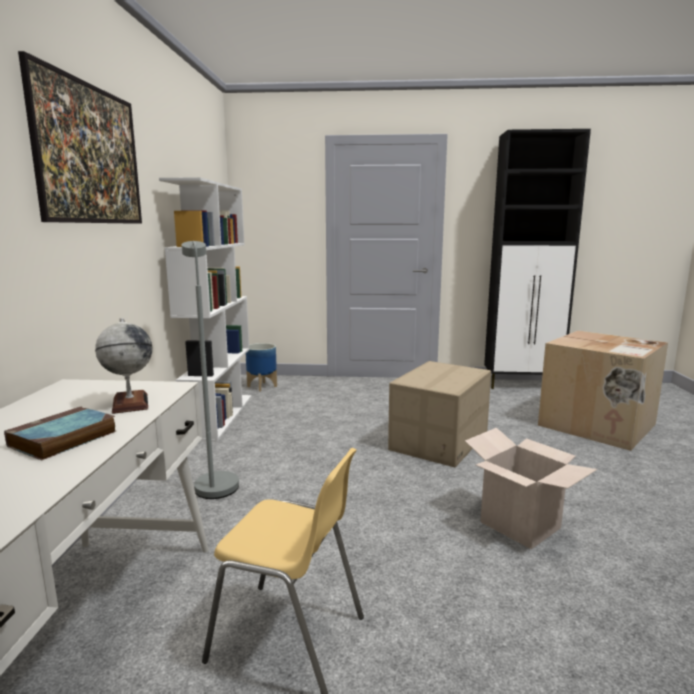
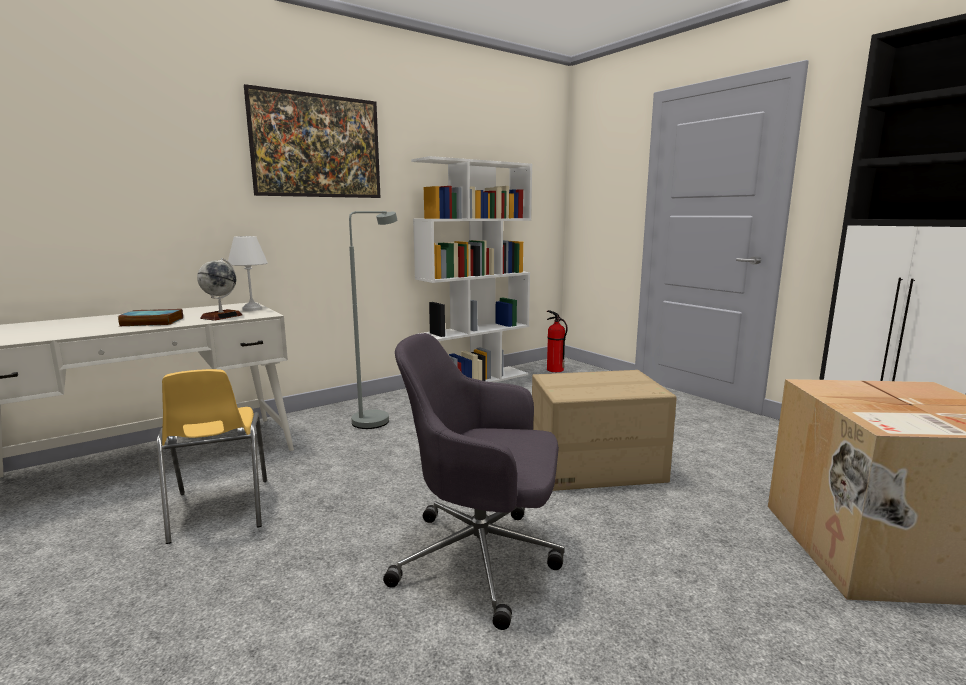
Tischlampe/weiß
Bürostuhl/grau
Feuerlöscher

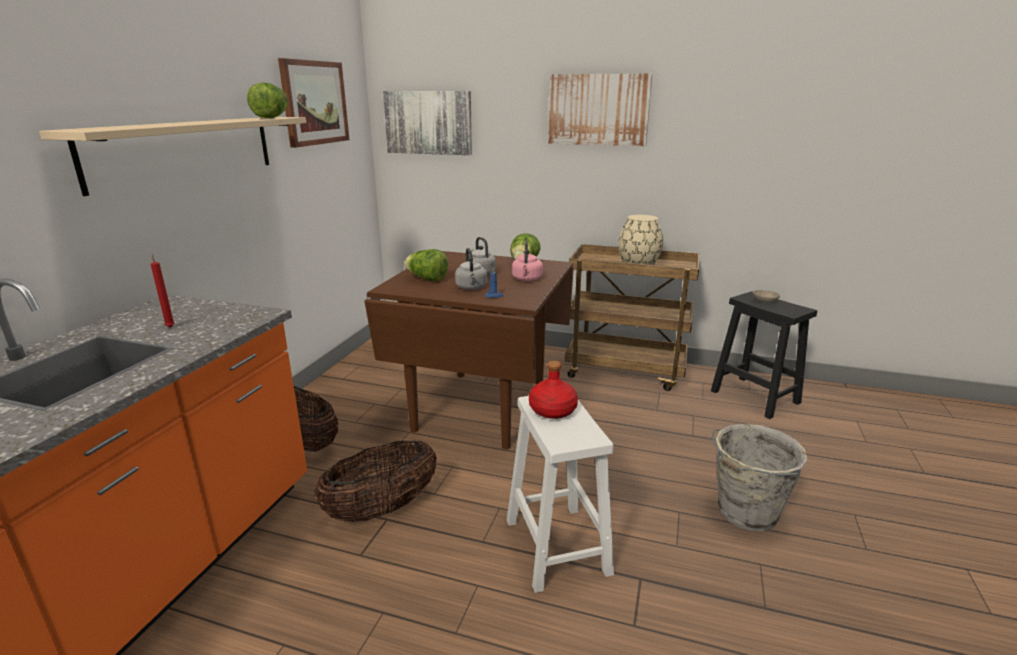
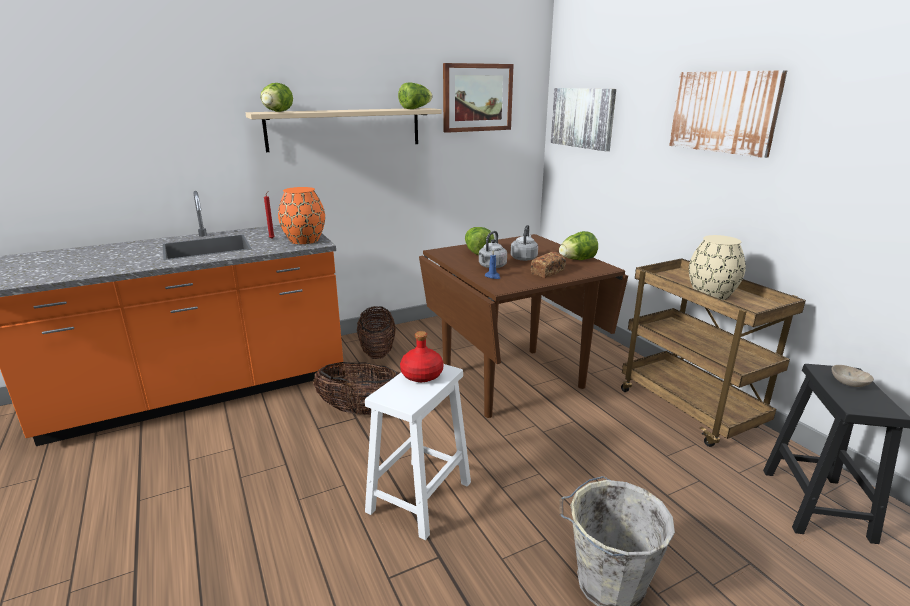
Salatkopf (1st from left)
Vase/orange
Brot

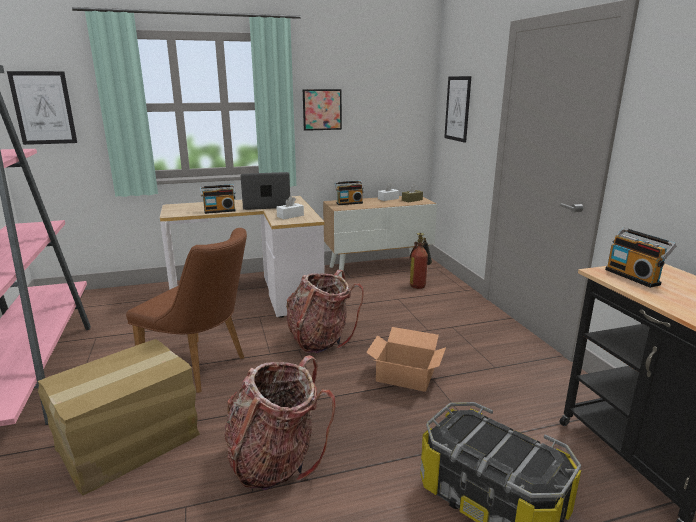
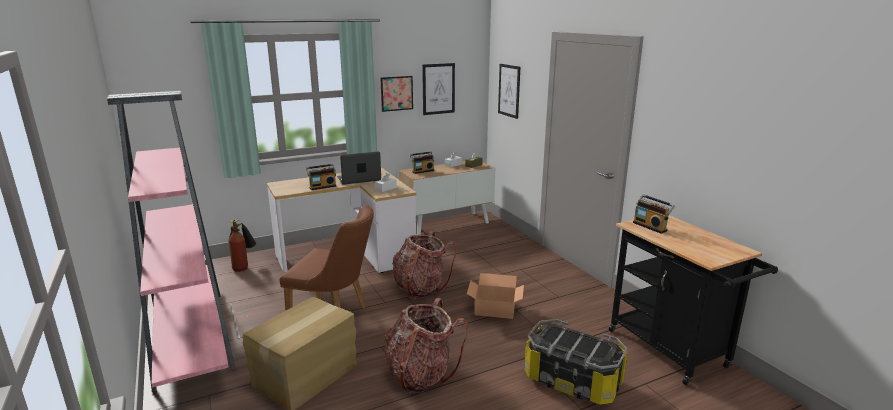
Feuerlöscher
Bild (2nd from left)

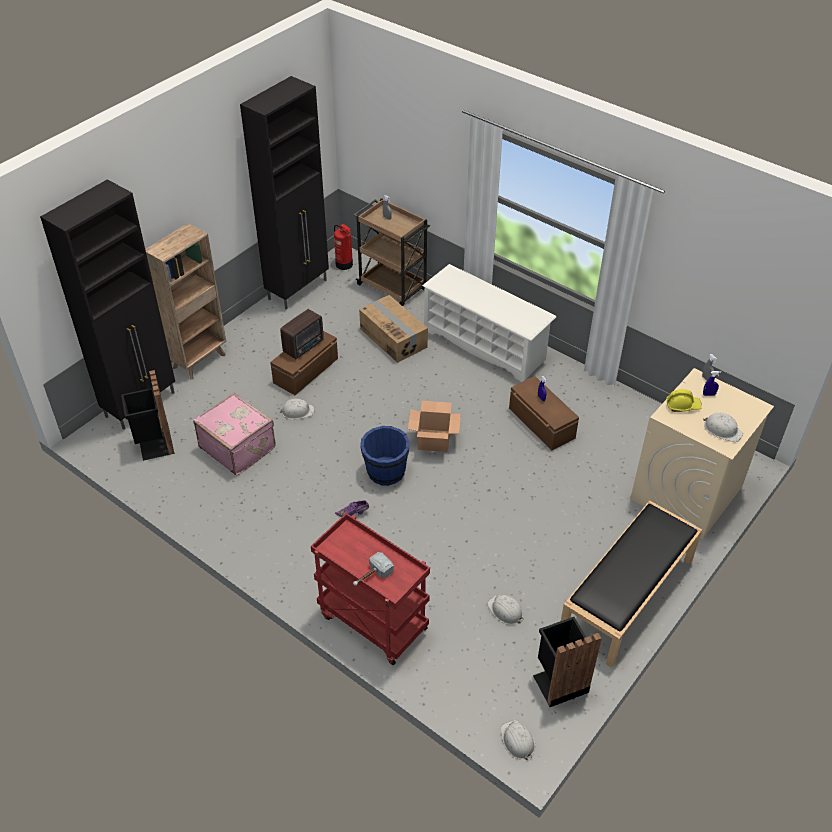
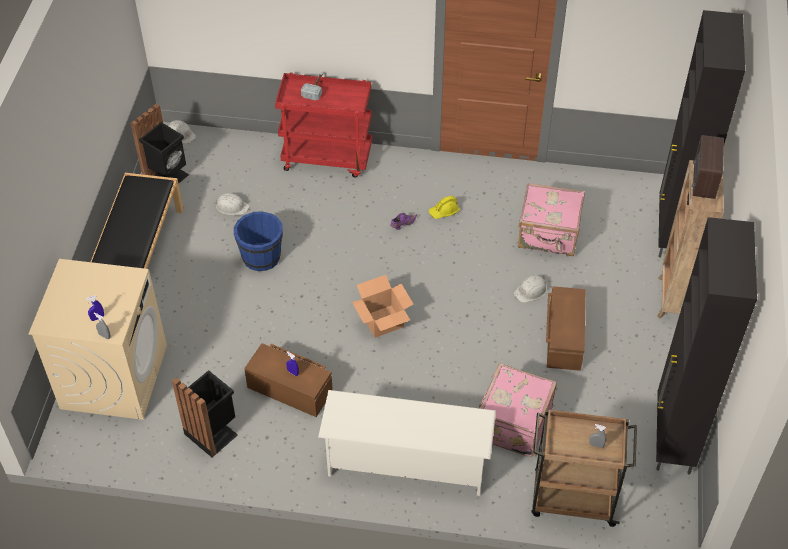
Mülleimer/schwarz (2nd from left)
Eimer/blau
Schutzhelm/gelb
Koffer/rosa (1st from left)
Radio
Feuerlöscher
Schutzhelm/weiß (4th from left in the first image)

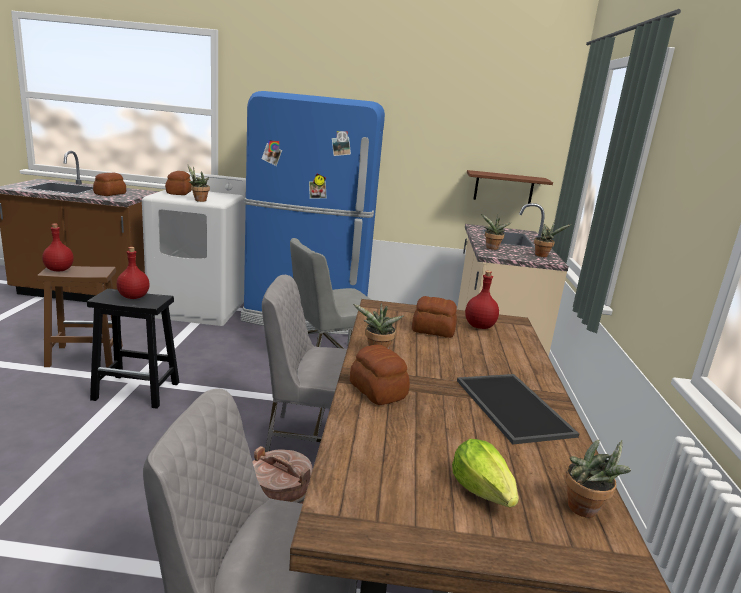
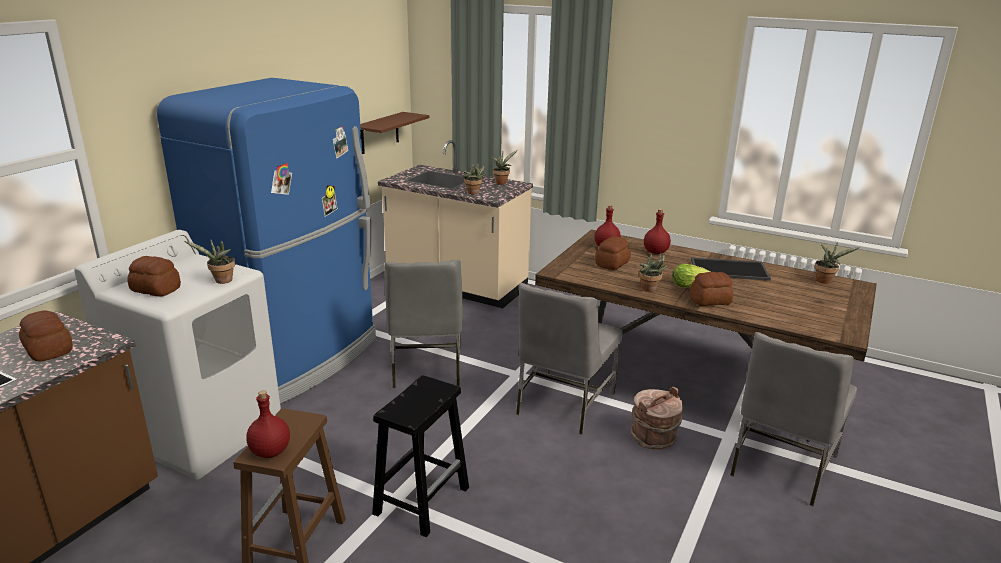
Flasche/rot (3rd from left)
Salatkopf

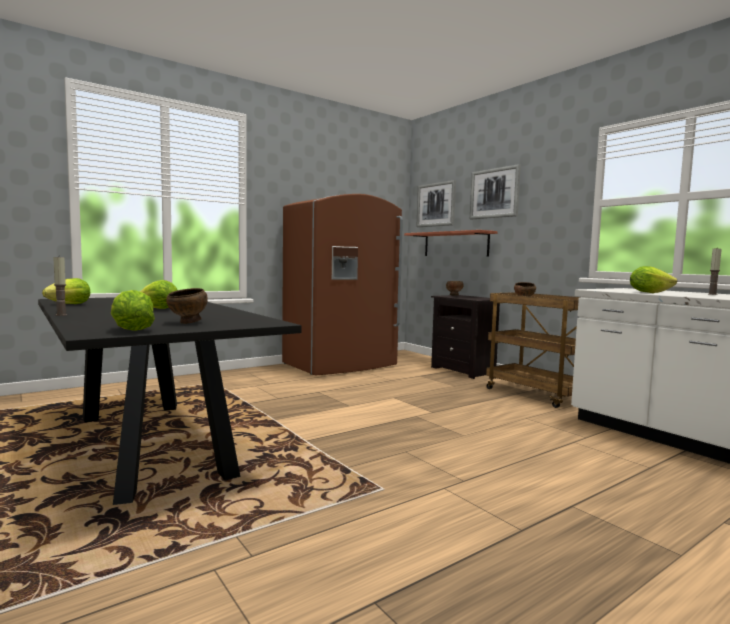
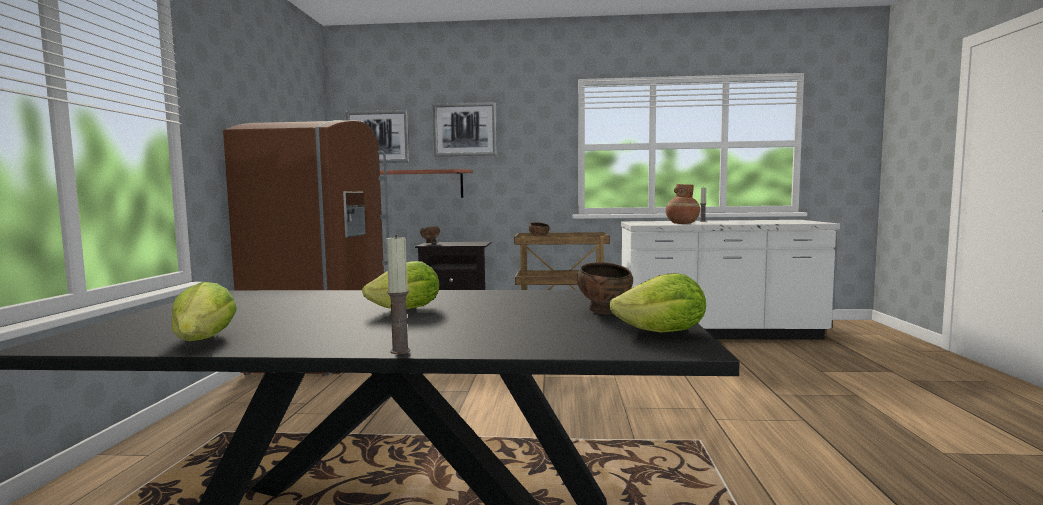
Vase/braun

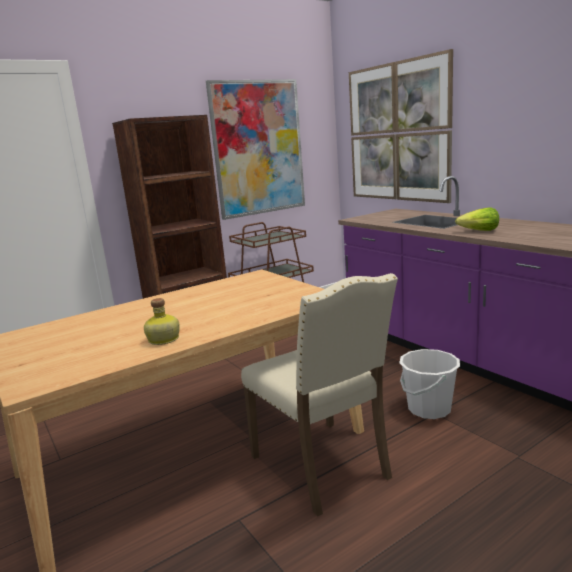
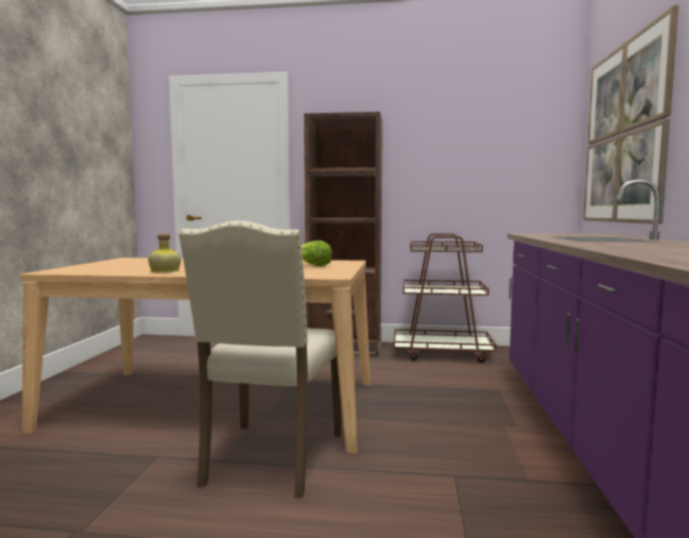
Salatkopf
Bild (1st from left in the first image)
Eimer/weiß

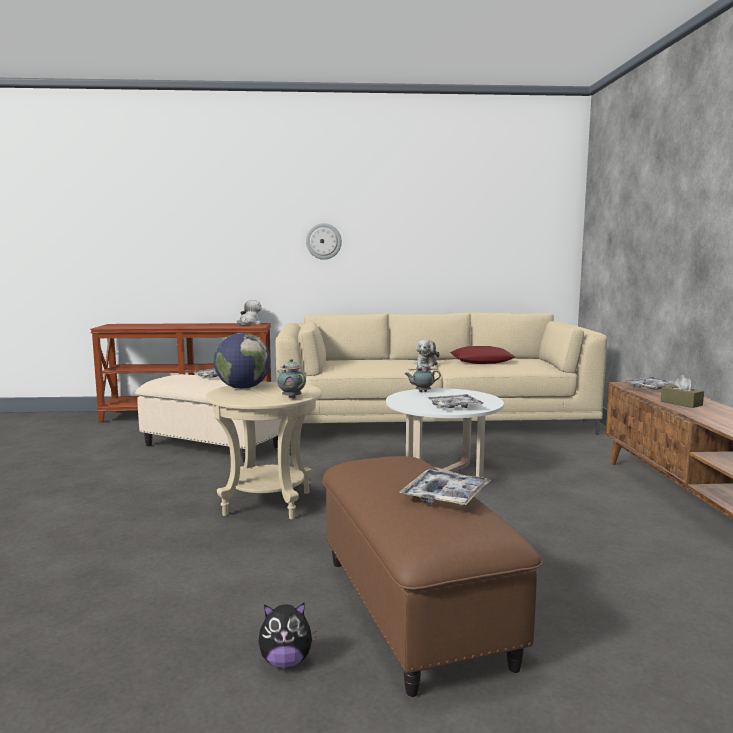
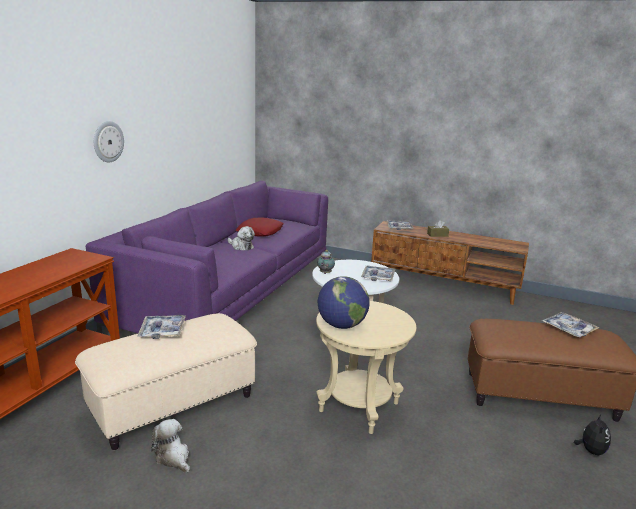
Sofa/lila
Plüschtier (1st from left)
Teekanne (1st from left in the first image)

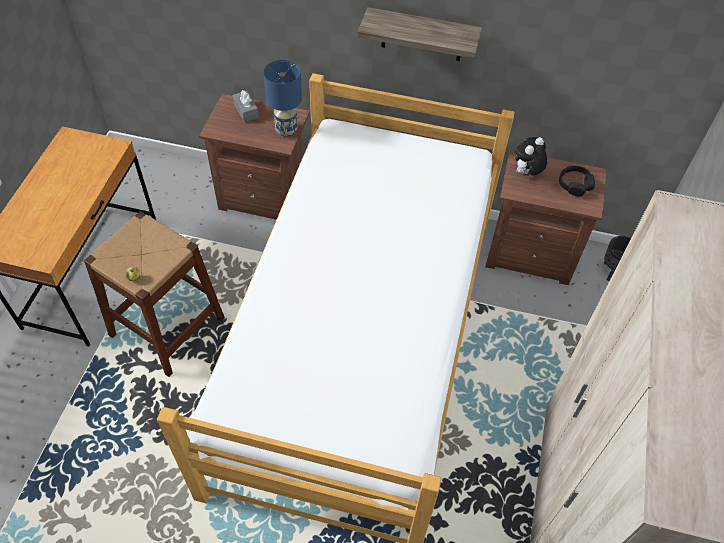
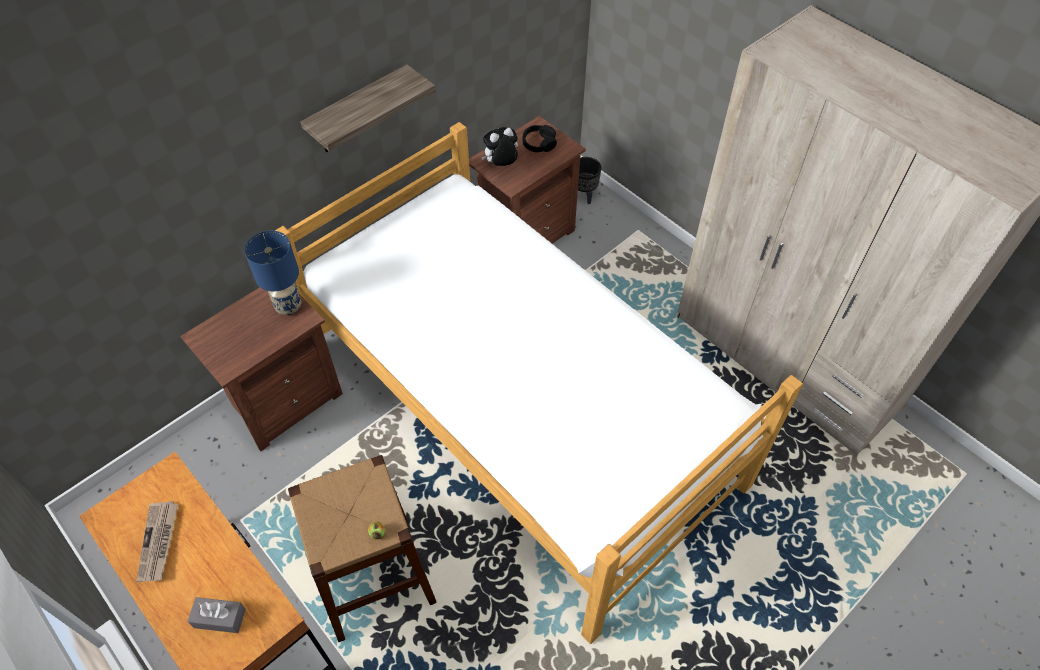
Zeitung
Taschentuchbox/grau
Plüschtier

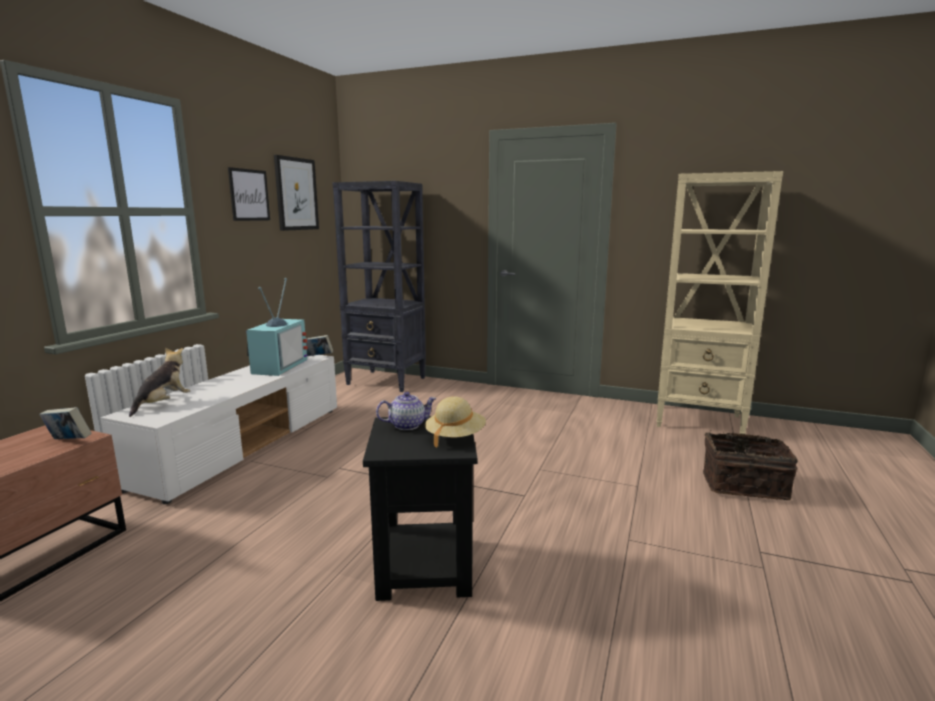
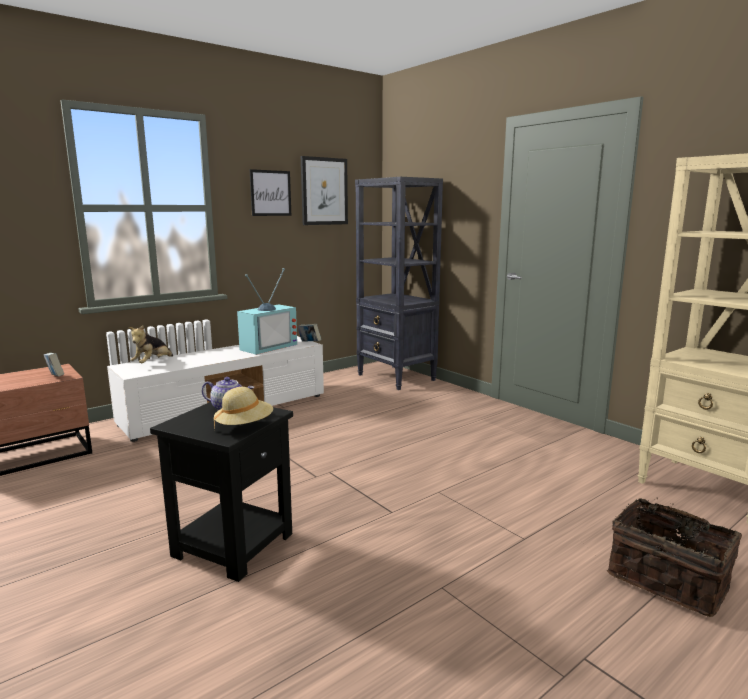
Plüschtier

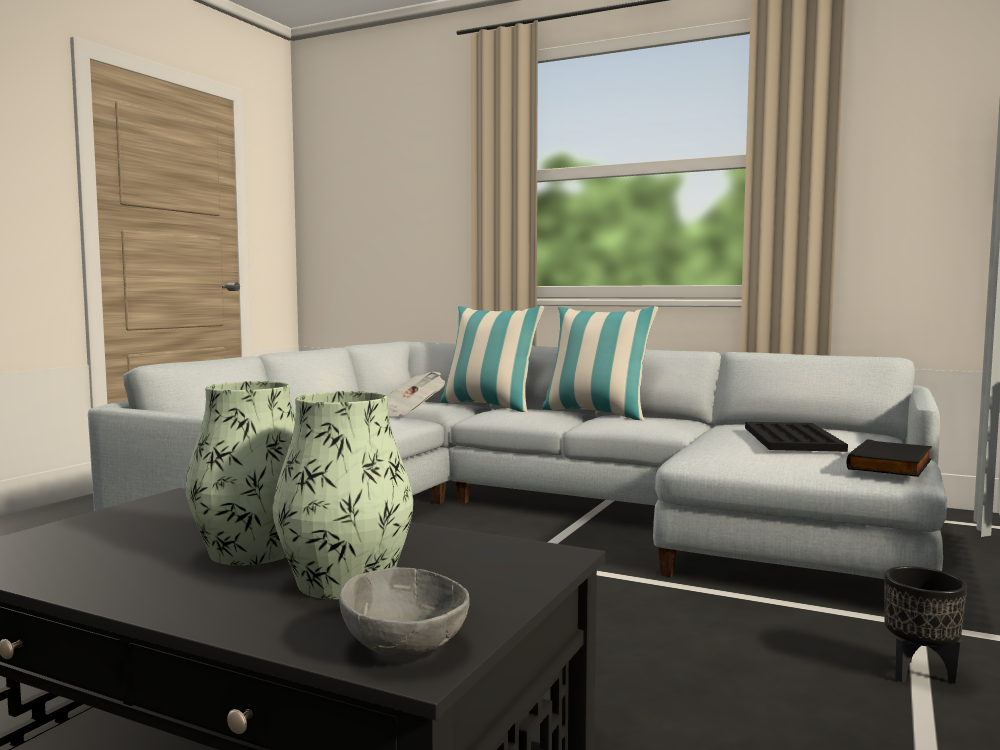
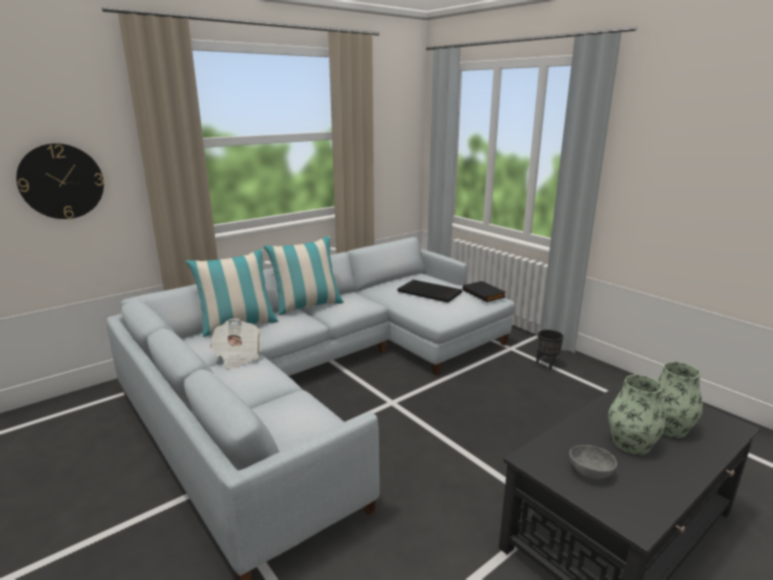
Wanduhr
Schüssel/grau

